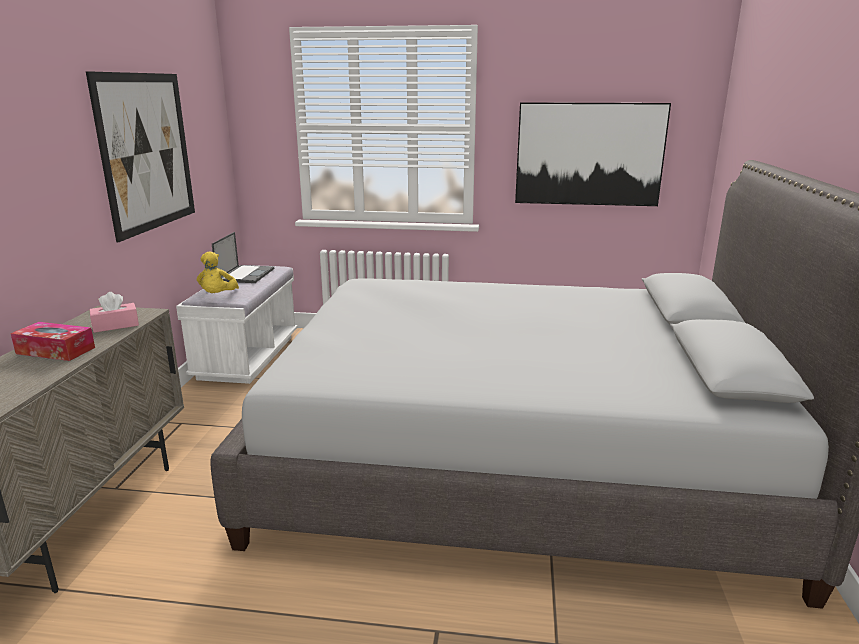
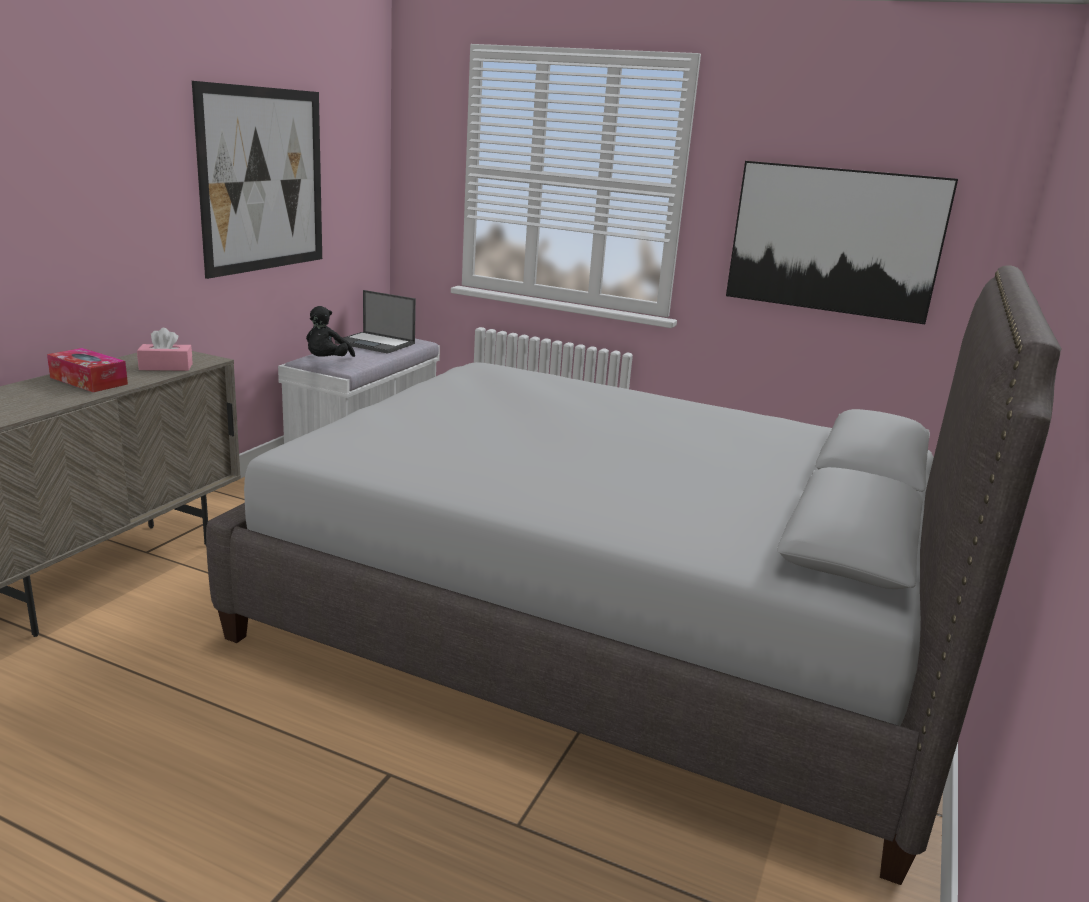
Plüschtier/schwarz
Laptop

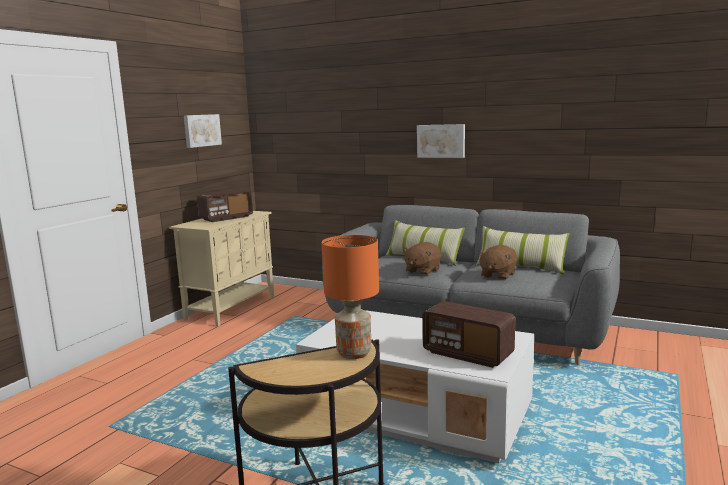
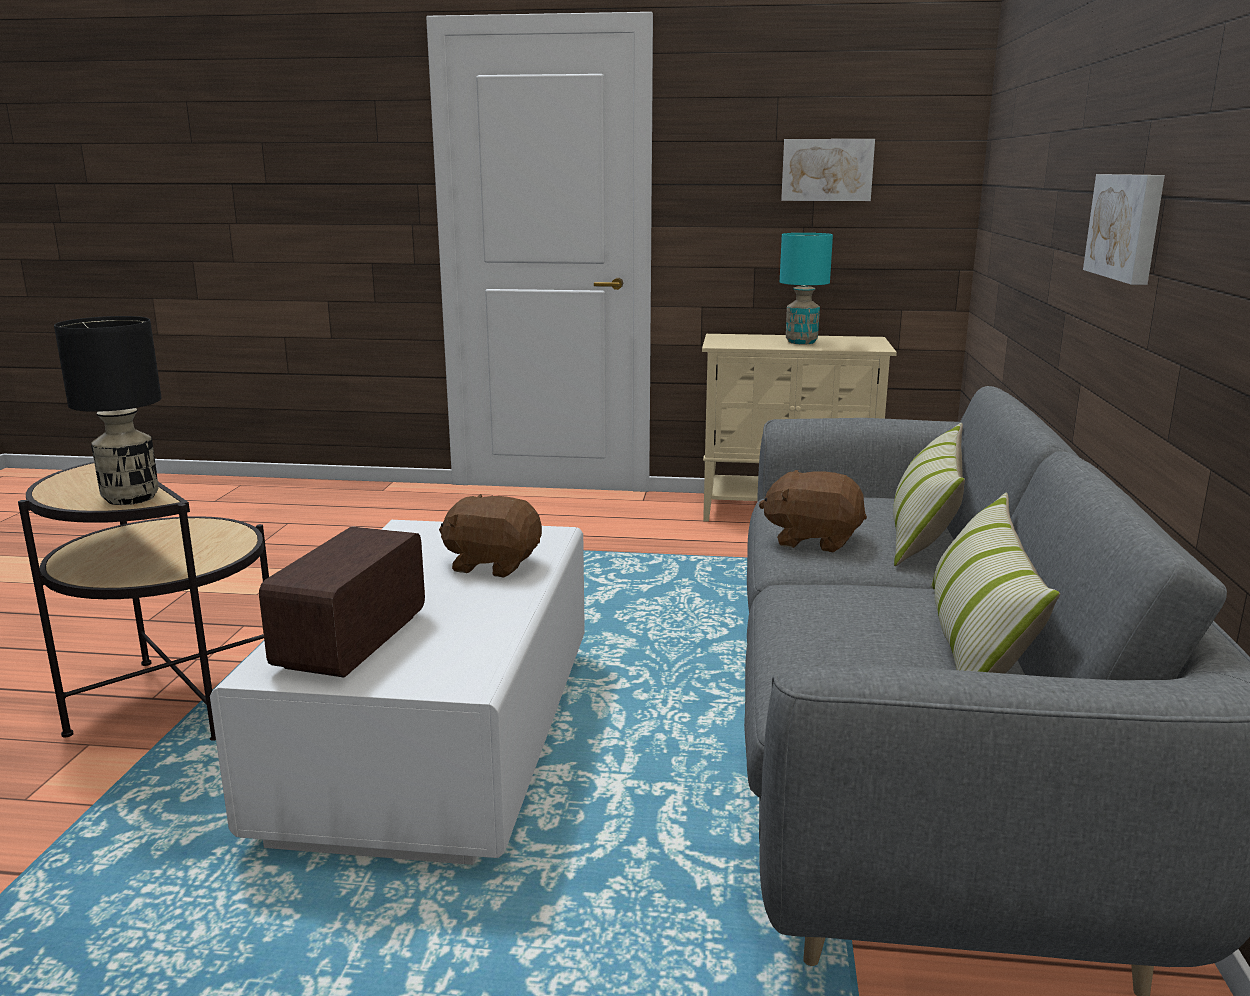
Tischlampe/schwarz
Plüschtier/braun (1st from left)
Tischlampe/türkis

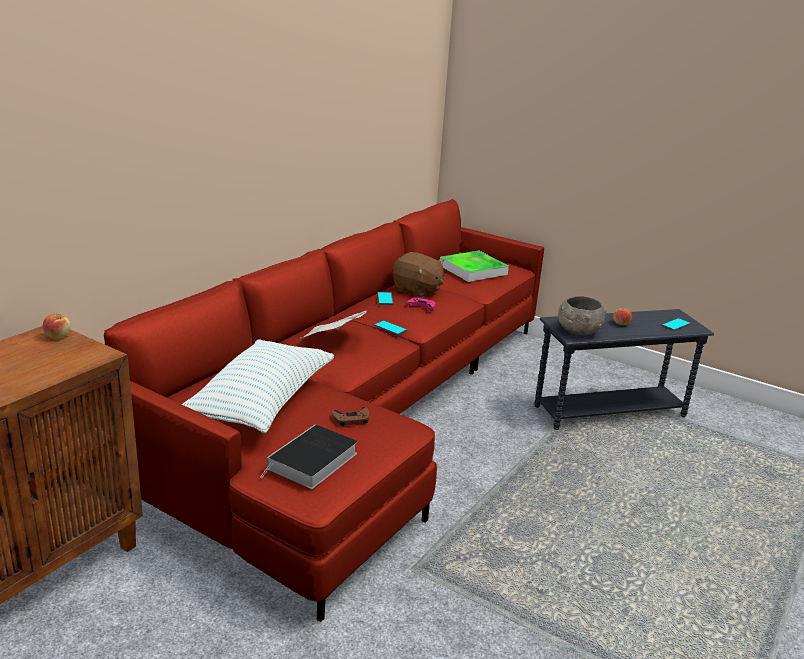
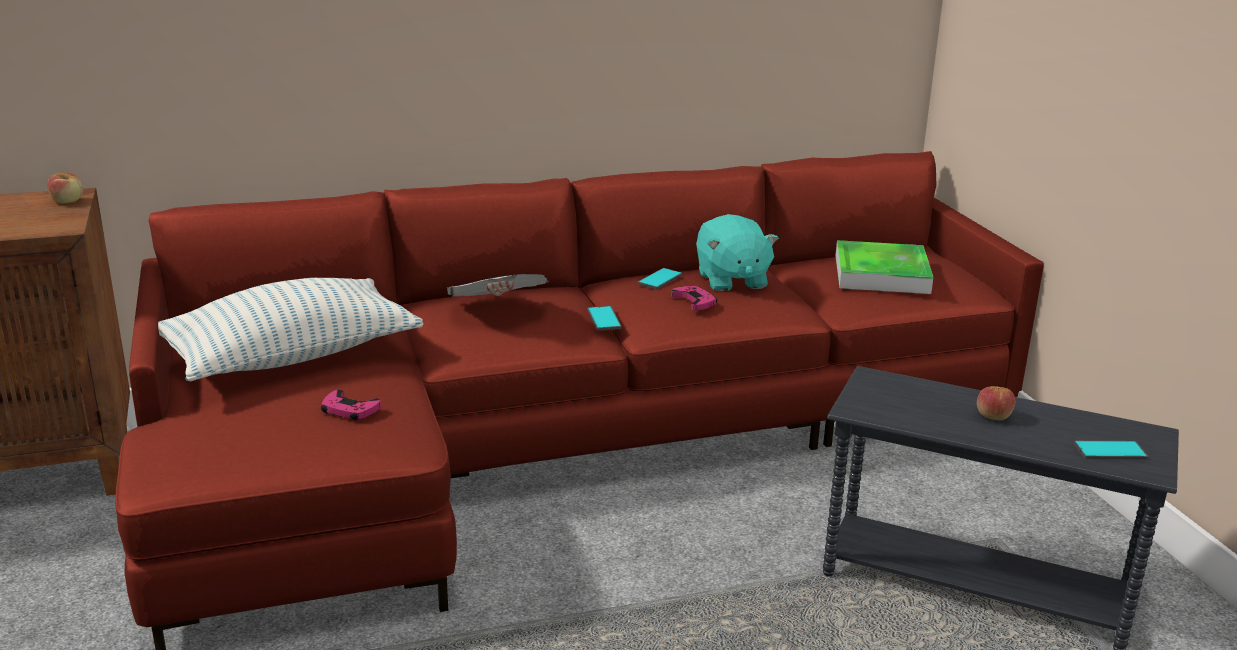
Gamepad/rosa (1st from left)
Plüschtier/türkis
Buch
Schüssel/grau

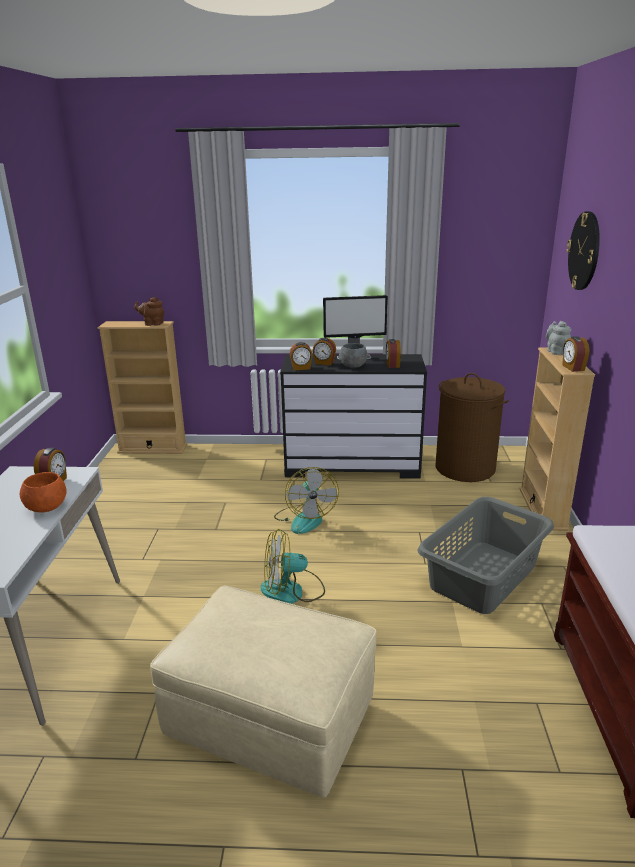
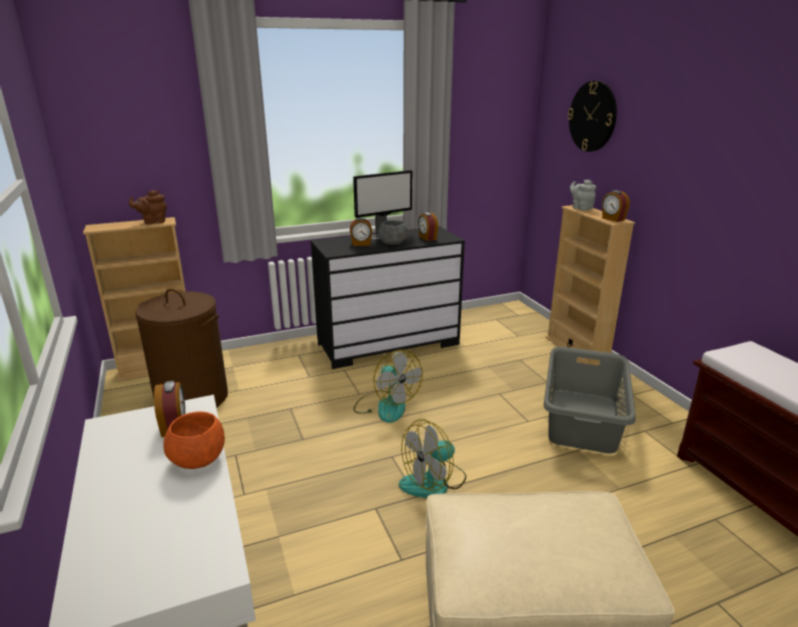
Wäschekorb/braun
Wecker (2nd from left in the first image)

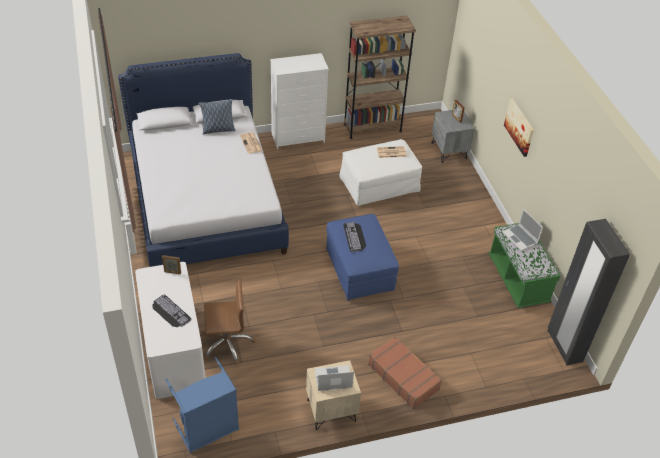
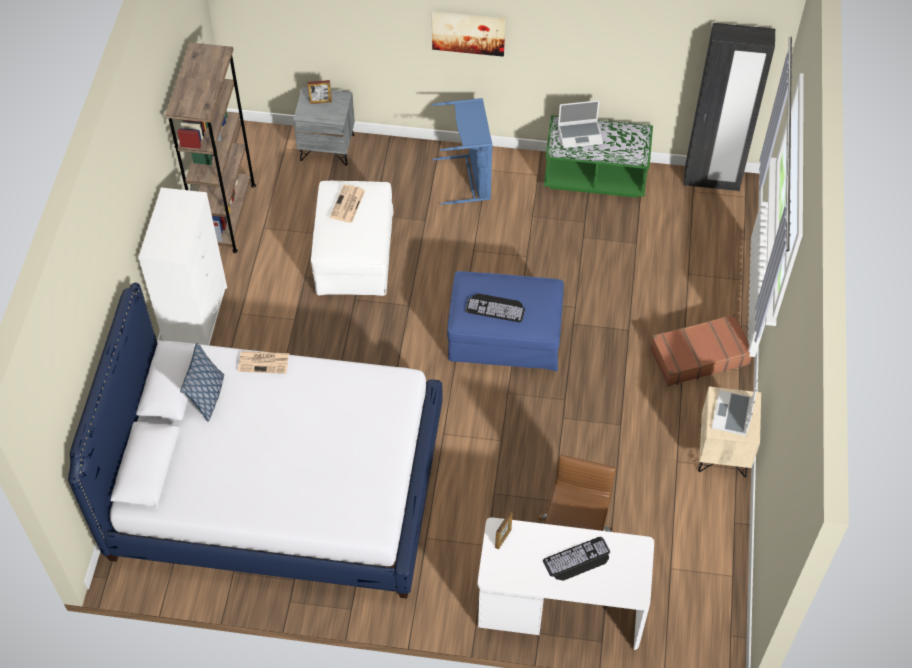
Wäschekorb/blau

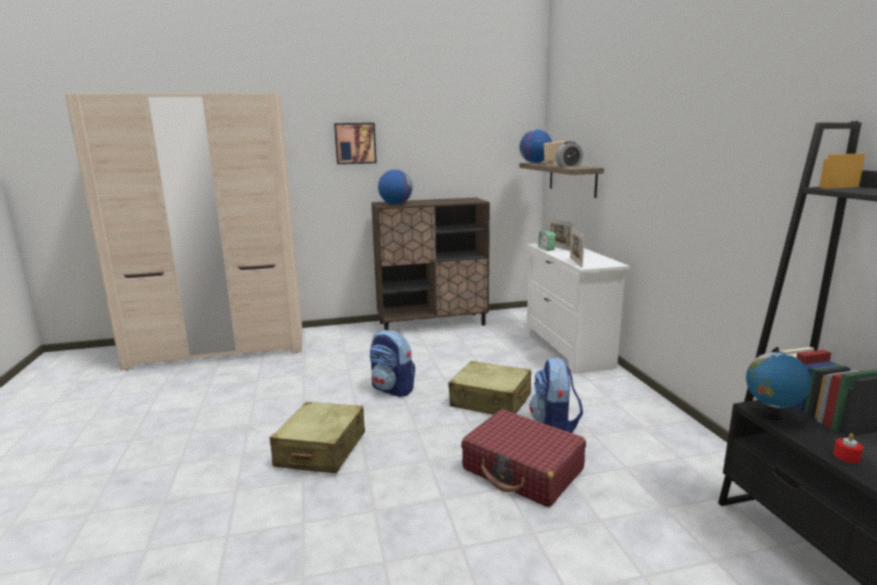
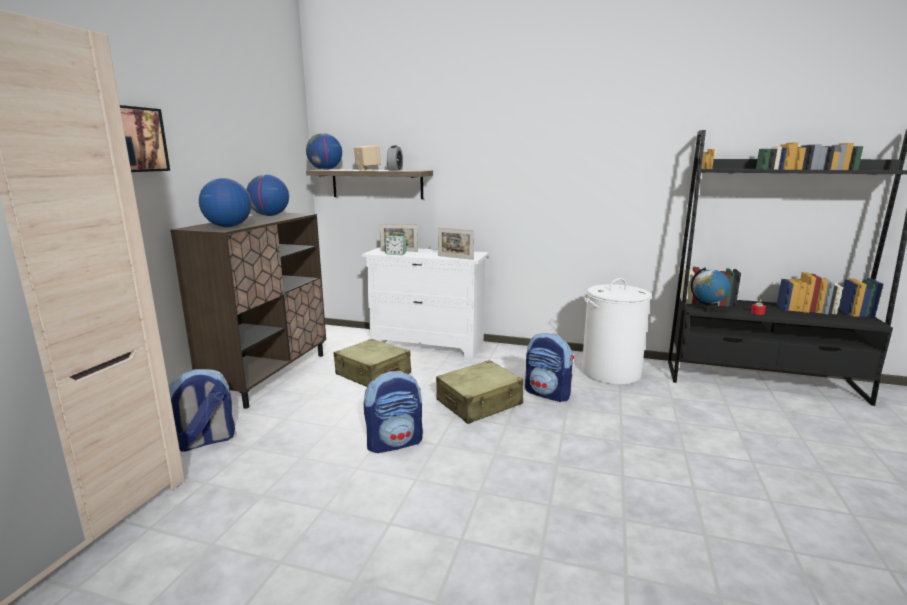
Rucksack (1st from left)
Globus (2nd from left)
Koffer/beige (1st from left)
Wäschekorb/weiß
Koffer/rot

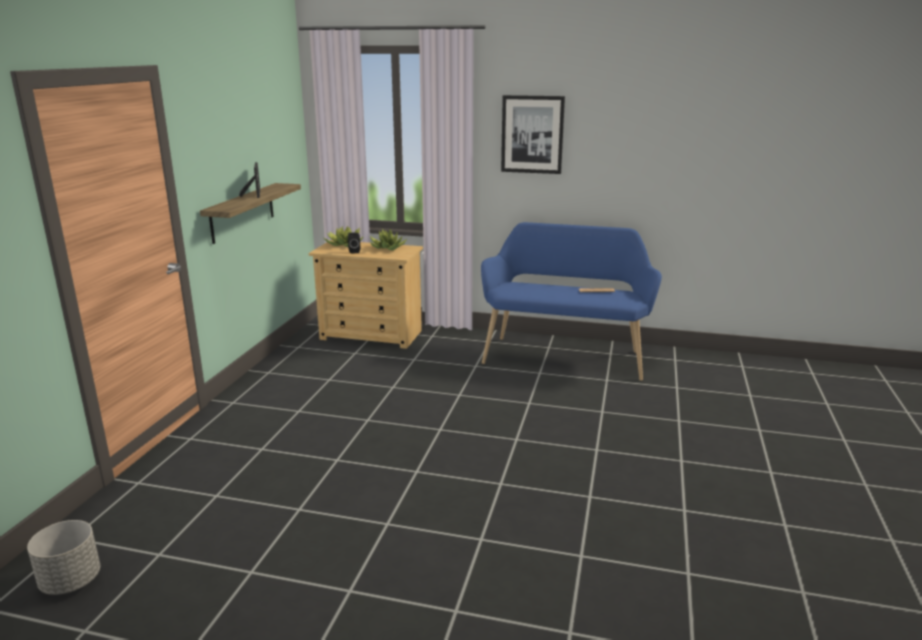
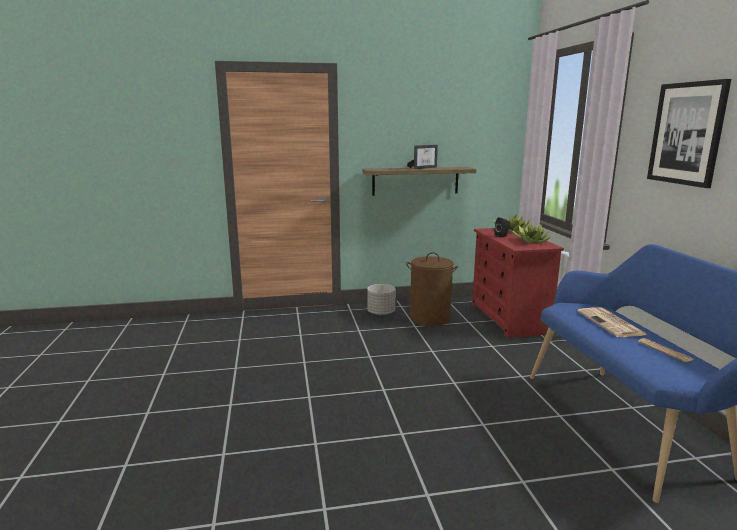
Pflanzkübel/grau
Wäschekorb/braun
Kommode/rot
Zeitung (1st from left)

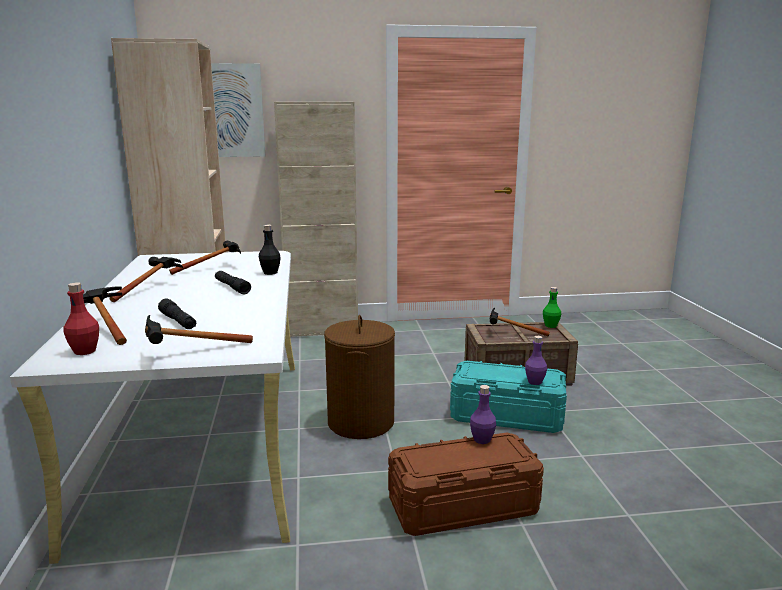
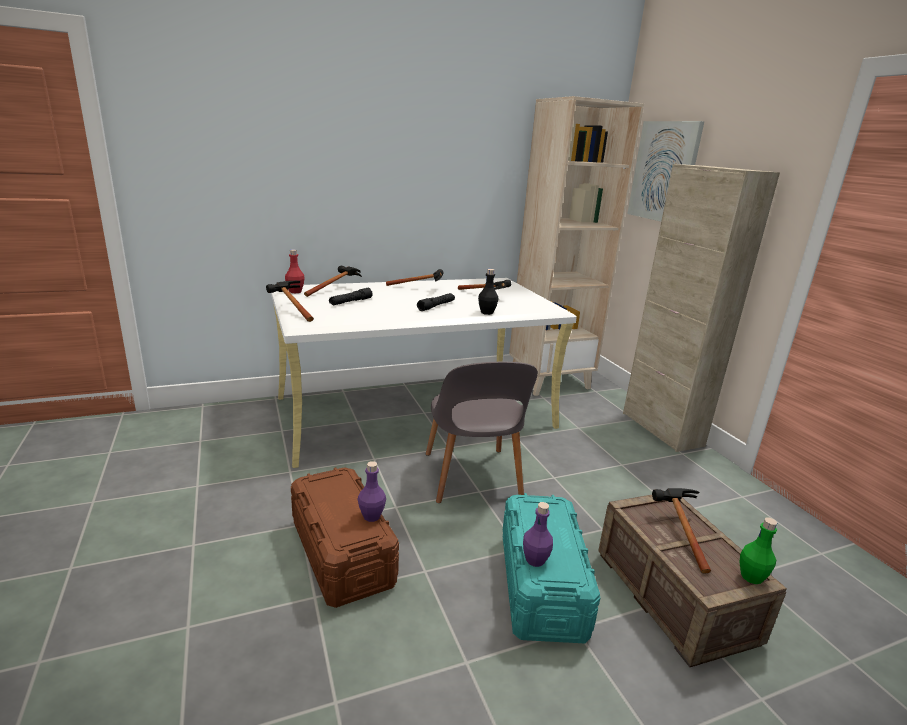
Stuhl/grau

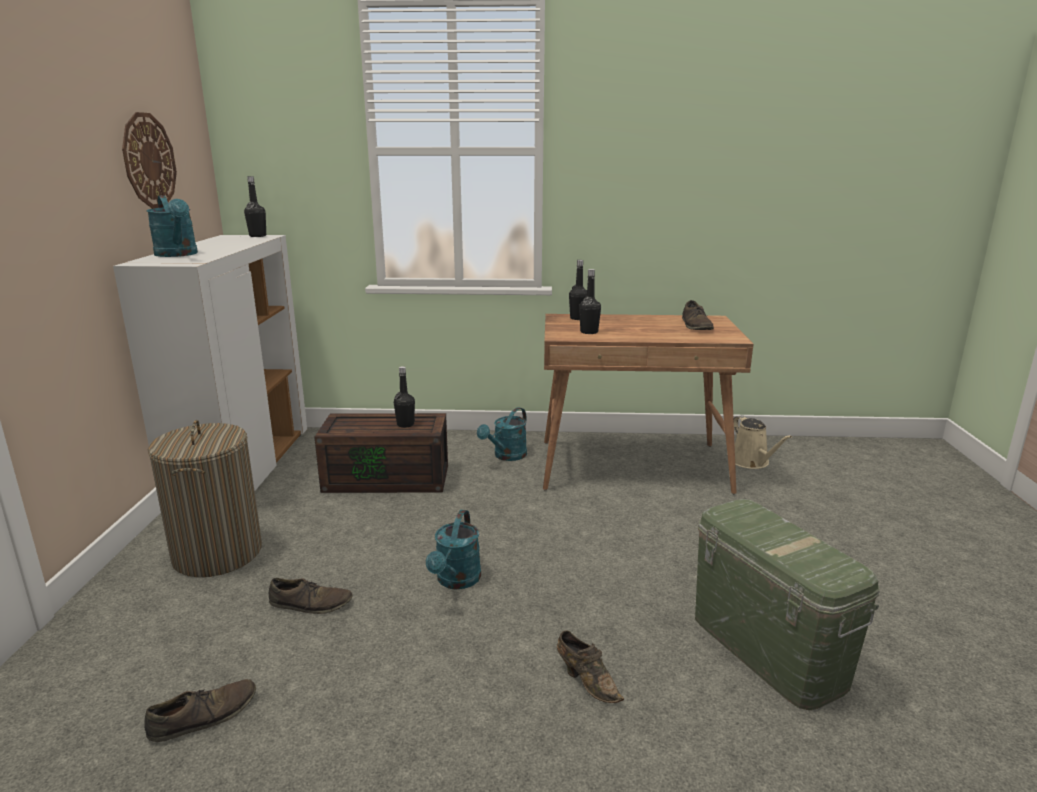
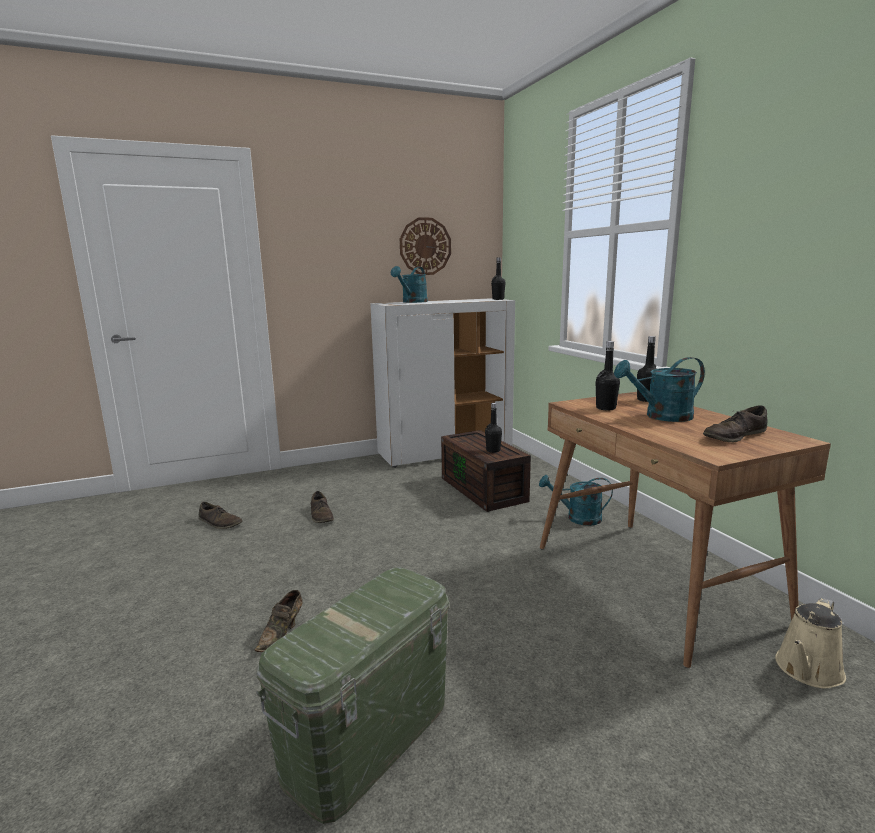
Gießkanne/türkis (3rd from left)
Wäschekorb

